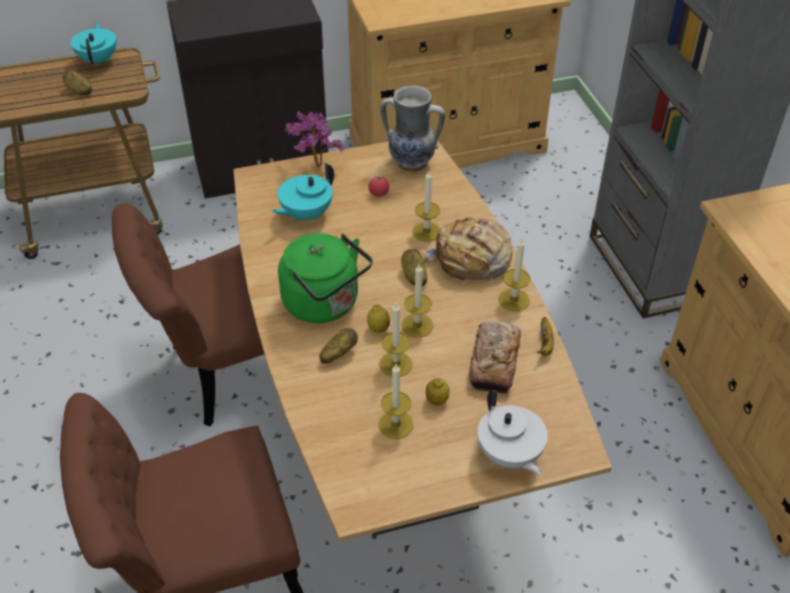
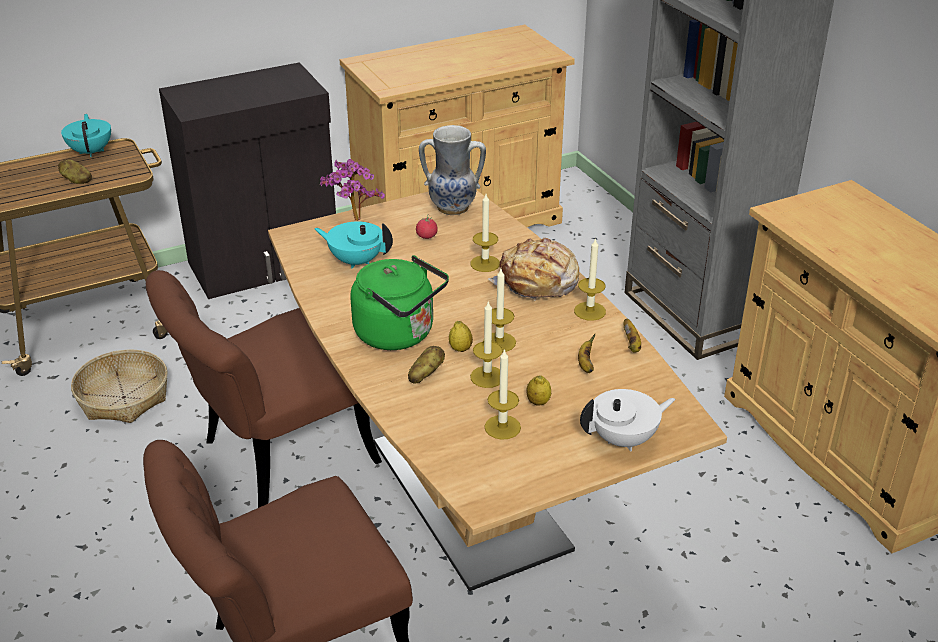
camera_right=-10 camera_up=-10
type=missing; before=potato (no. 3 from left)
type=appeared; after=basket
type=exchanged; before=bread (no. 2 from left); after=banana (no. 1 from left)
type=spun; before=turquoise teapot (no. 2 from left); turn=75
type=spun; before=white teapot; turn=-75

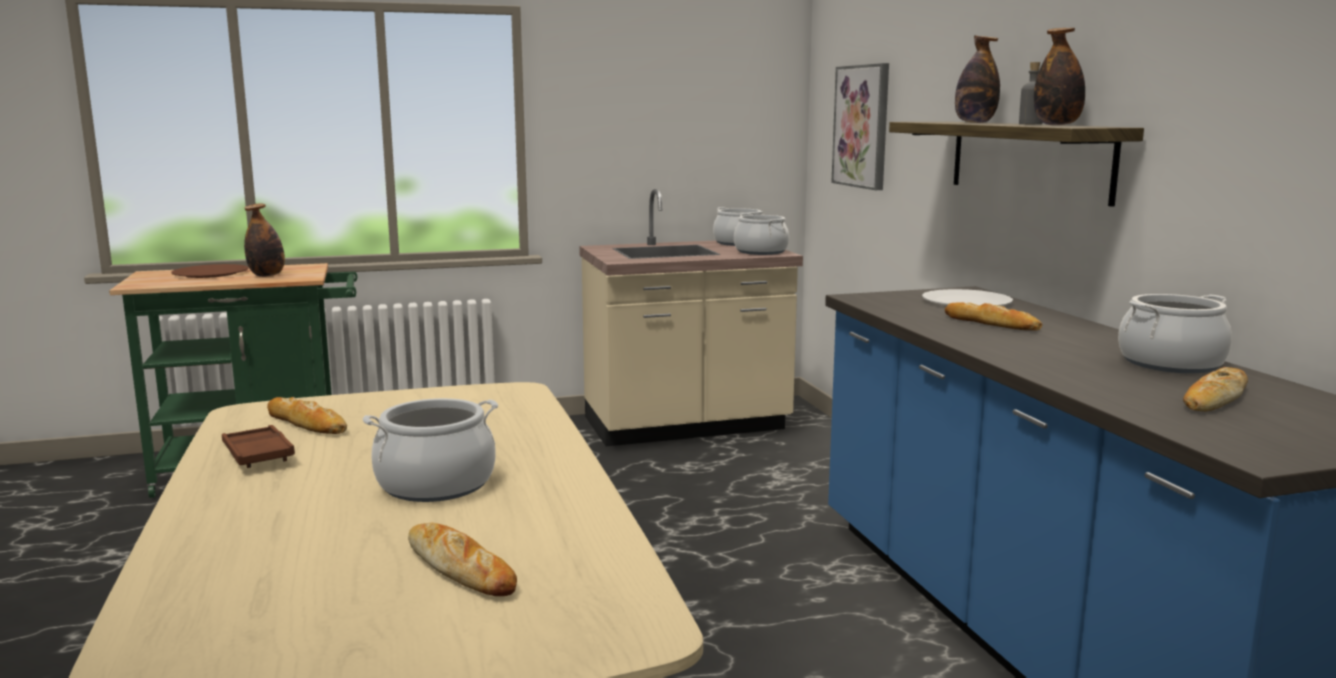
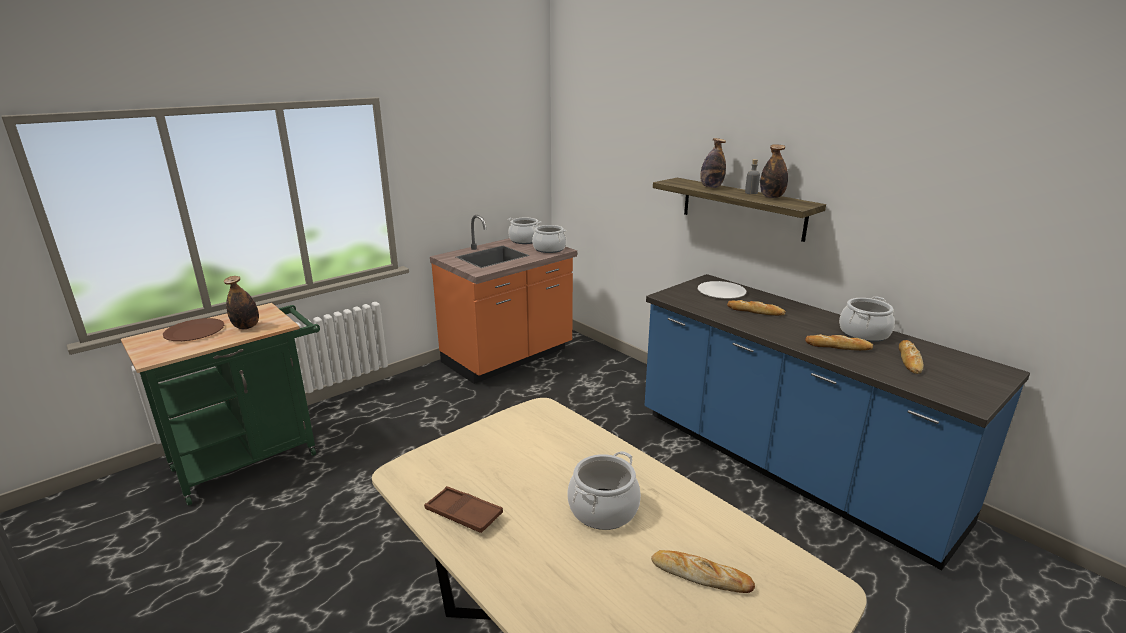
camera_right=-25 camera_up=10
type=missing; before=picture
type=relocated; before=bread (no. 1 from left in the first image); after=bread (no. 3 from left)
type=colour; before=beige counter; after=orange counter

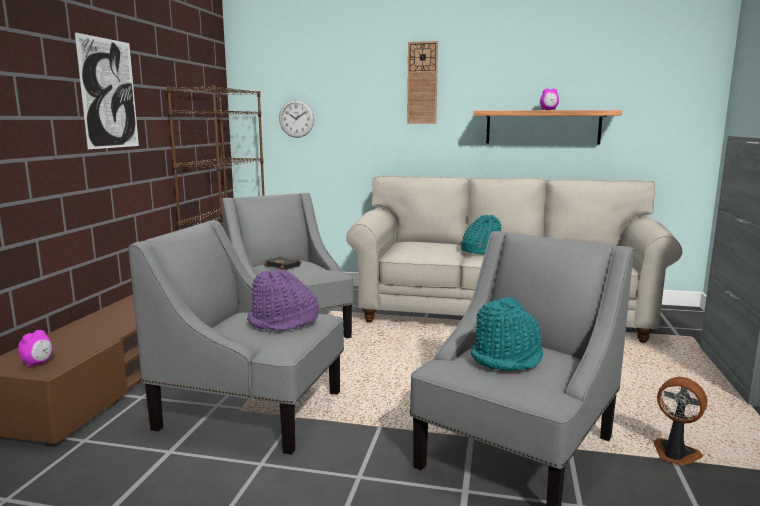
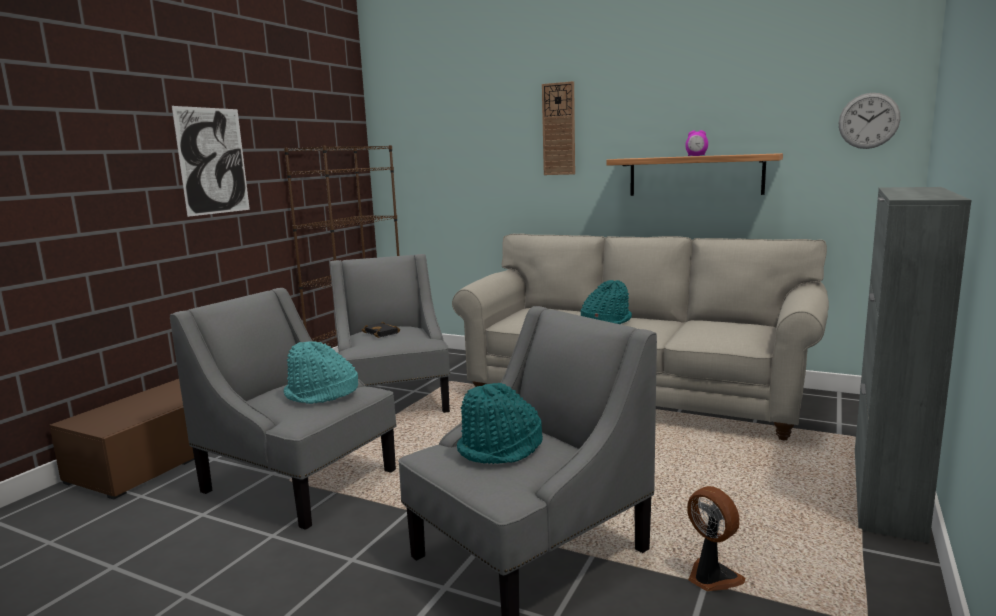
camera_right=15 camera_up=0
type=missing; before=alarm clock (no. 1 from left)
type=relocated; before=wall clock (no. 1 from left in the first image); after=wall clock (no. 2 from left)
type=colour; before=purple hat; after=turquoise hat (no. 1 from left)

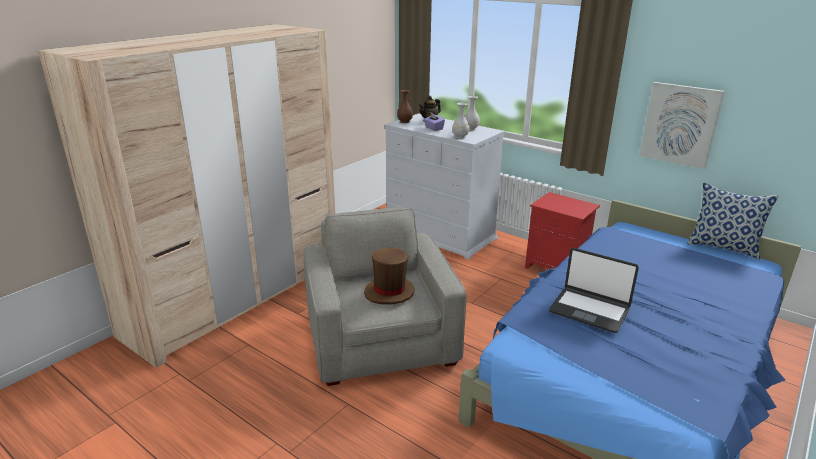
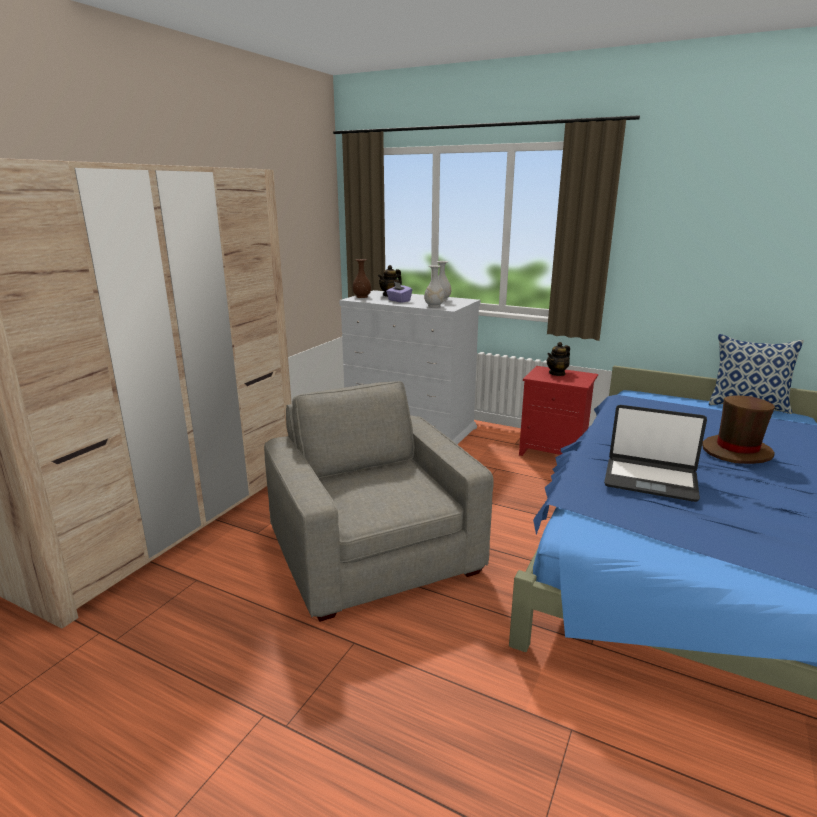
camera_right=-10 camera_up=-5
type=missing; before=picture
type=appeared; after=teapot (no. 2 from left)
type=relocated; before=brown hat

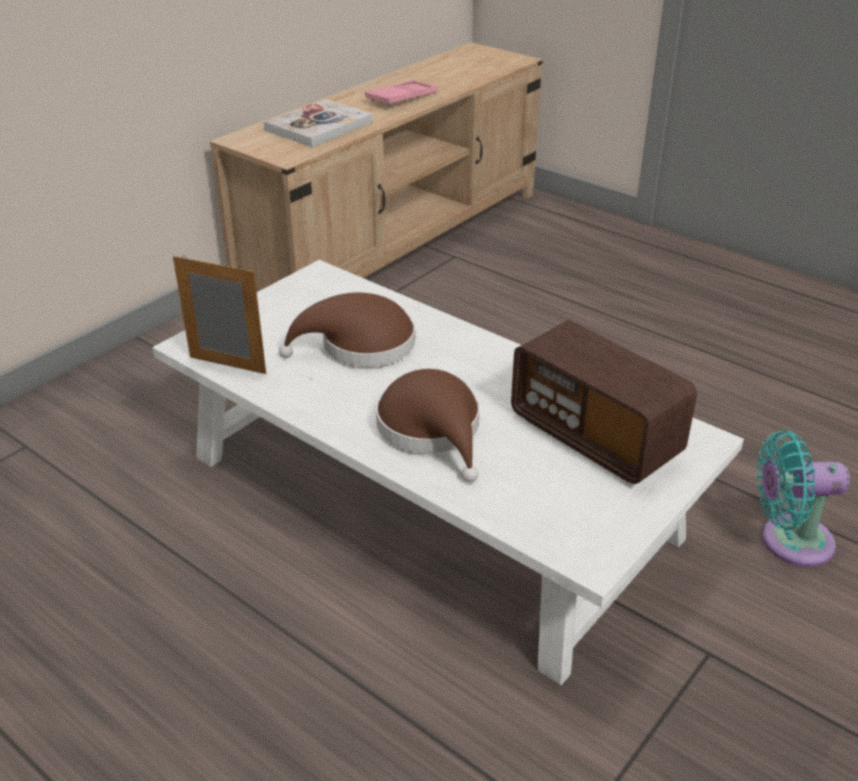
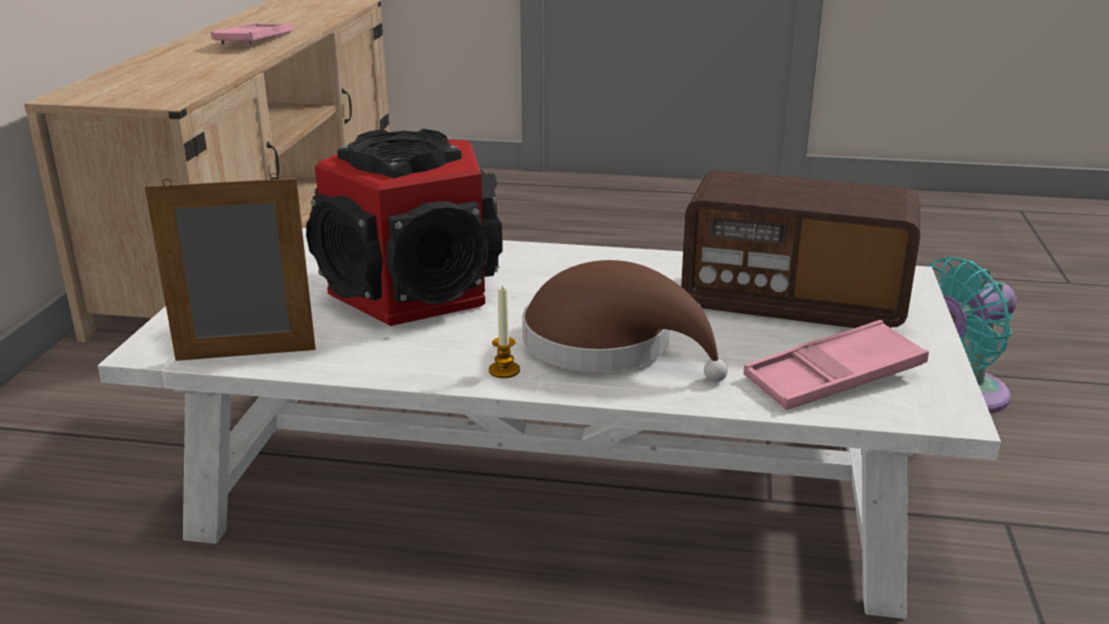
camera_right=-30 camera_up=-10
type=missing; before=book
type=appeared; after=candle
type=appeared; after=pink tray (no. 2 from left)
type=exchanged; before=brown hat (no. 1 from left); after=speaker

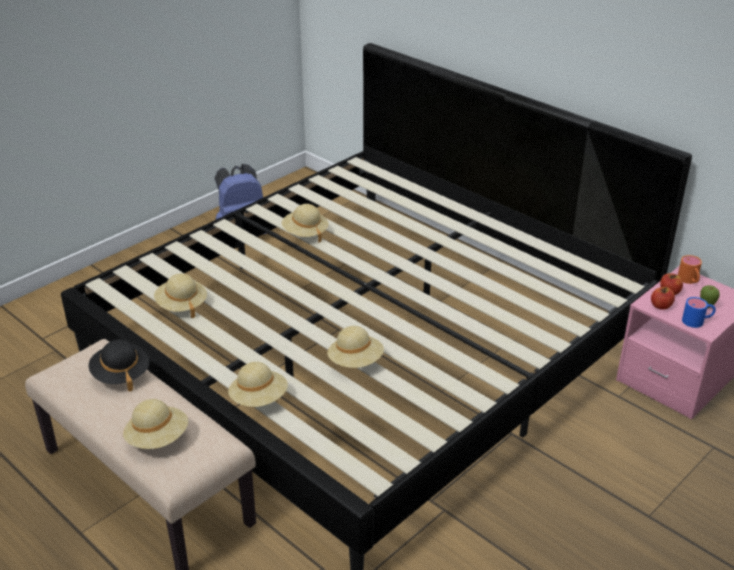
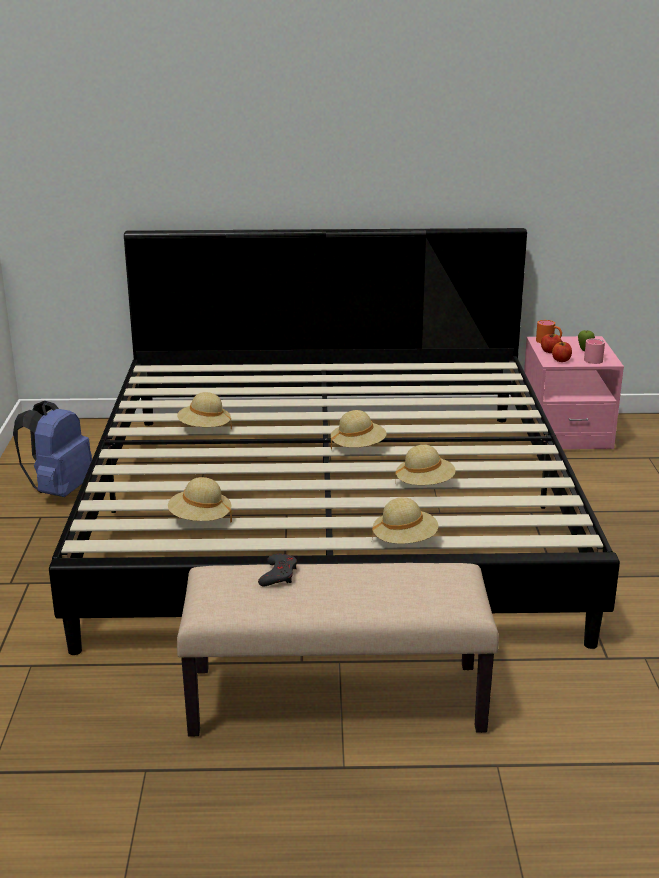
camera_right=-45 camera_up=-10
type=relocated; before=beige hat (no. 1 from left in the first image); after=beige hat (no. 3 from left)
type=exchanged; before=black hat; after=grey game controller
type=colour; before=blue mug; after=pink mug

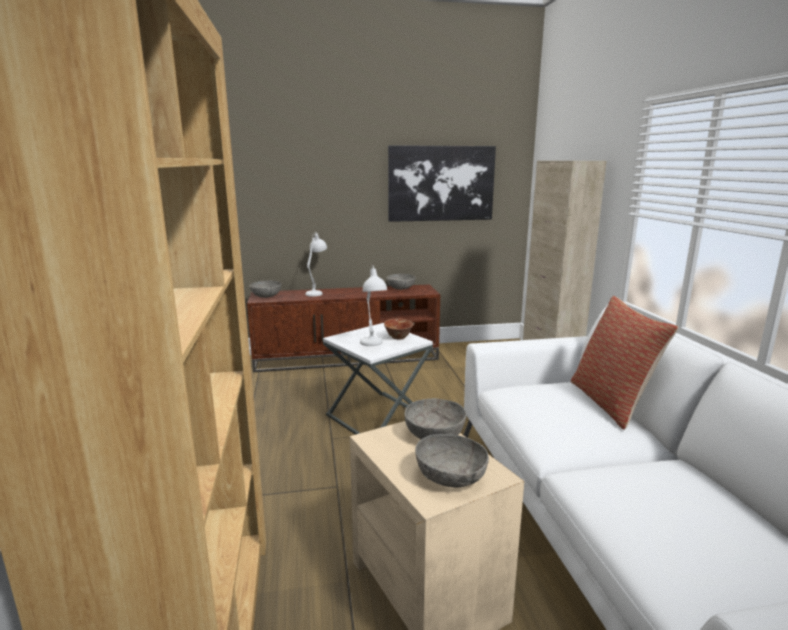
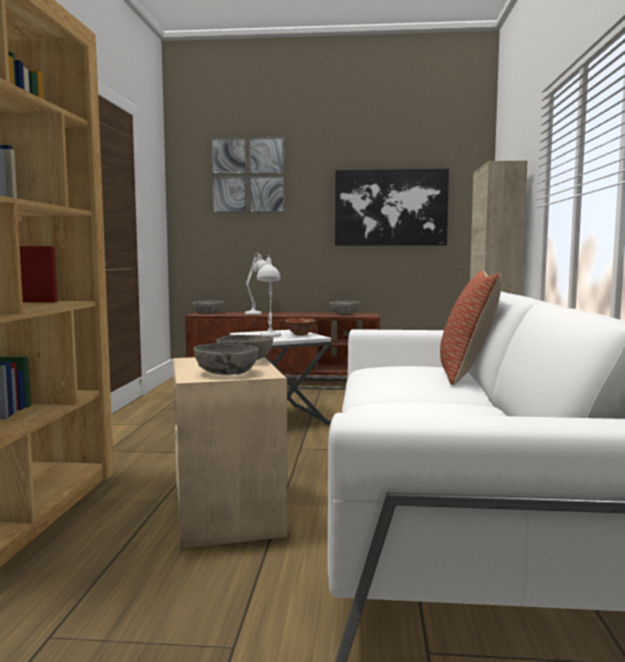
camera_right=15 camera_up=-10
type=appeared; after=picture (no. 1 from left)

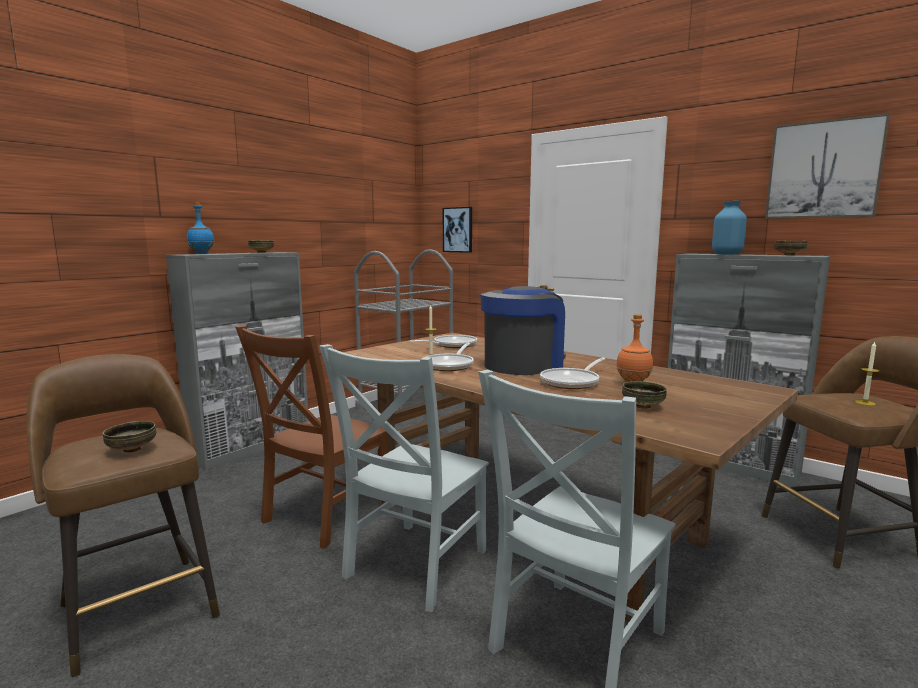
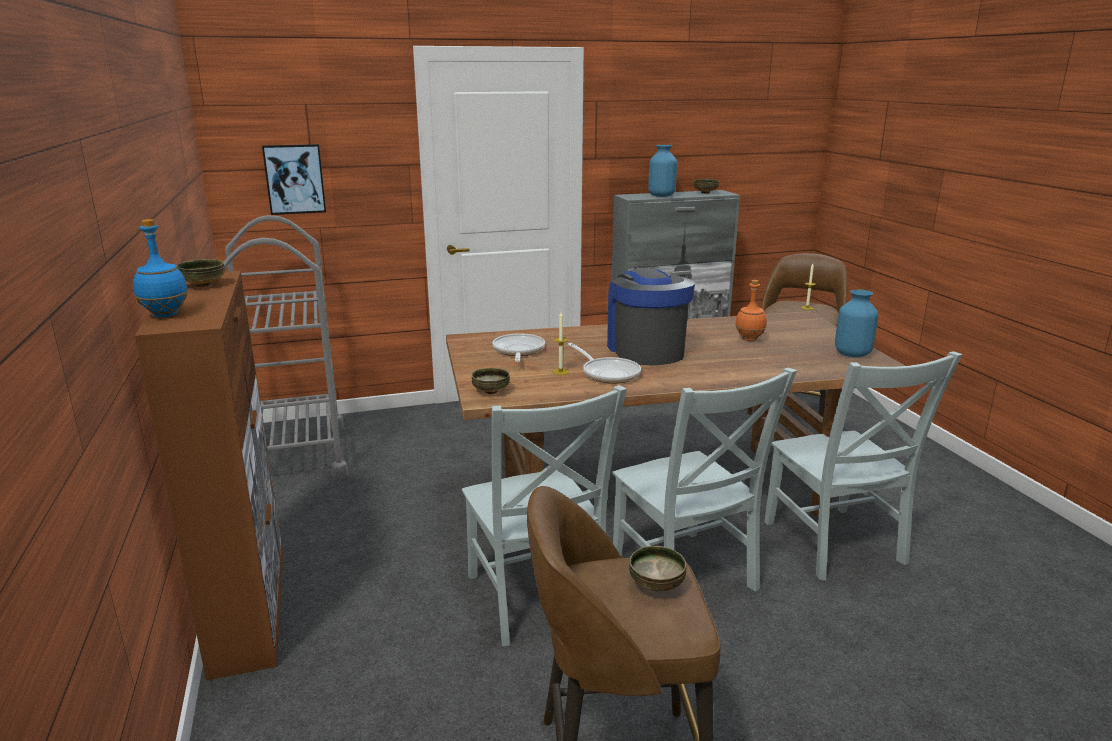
camera_right=-55 camera_up=10
type=missing; before=frying pan (no. 3 from left)
type=missing; before=picture (no. 2 from left)
type=appeared; after=blue vase (no. 2 from left)
type=relocated; before=bowl (no. 3 from left in the first image); after=bowl (no. 2 from left)
type=colour; before=grey cabinet (no. 1 from left); after=brown cabinet
type=colour; before=brown chair; after=grey chair (no. 1 from left)

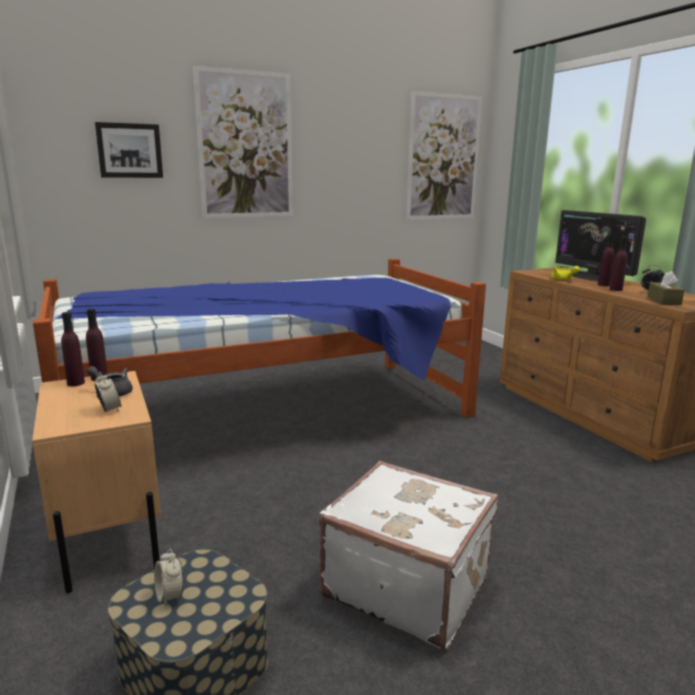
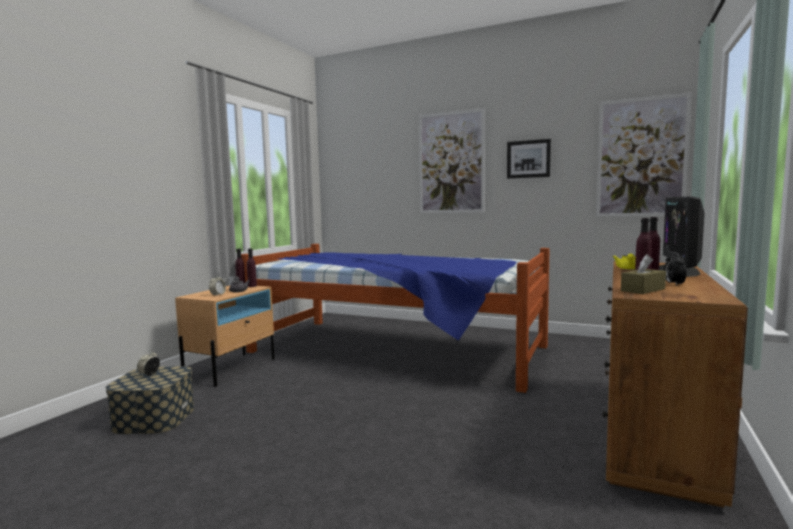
camera_right=50 camera_up=-10
type=missing; before=white suitcase
type=relocated; before=picture (no. 1 from left in the first image); after=picture (no. 2 from left)

